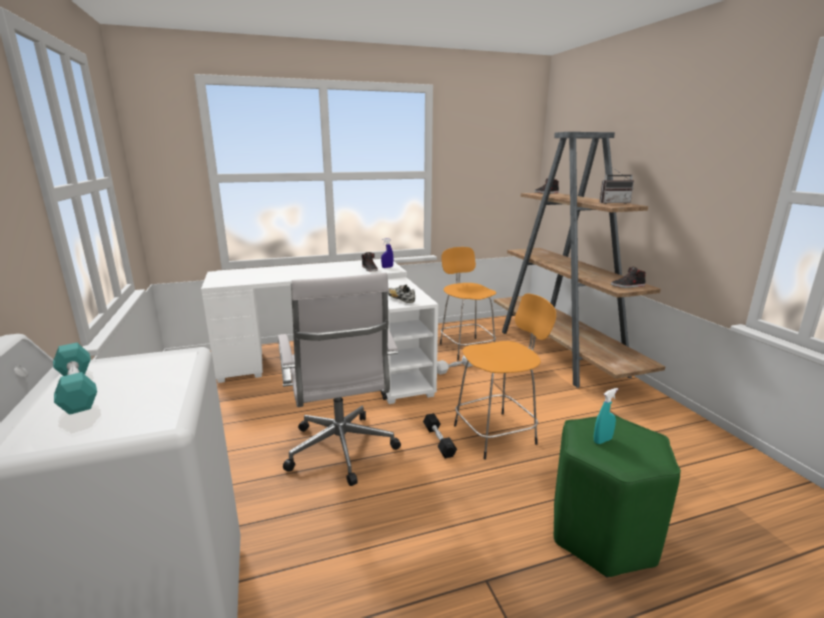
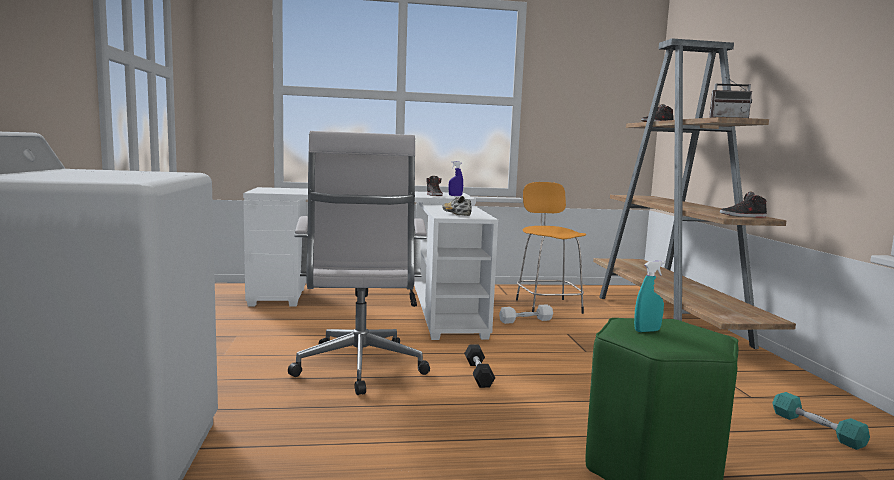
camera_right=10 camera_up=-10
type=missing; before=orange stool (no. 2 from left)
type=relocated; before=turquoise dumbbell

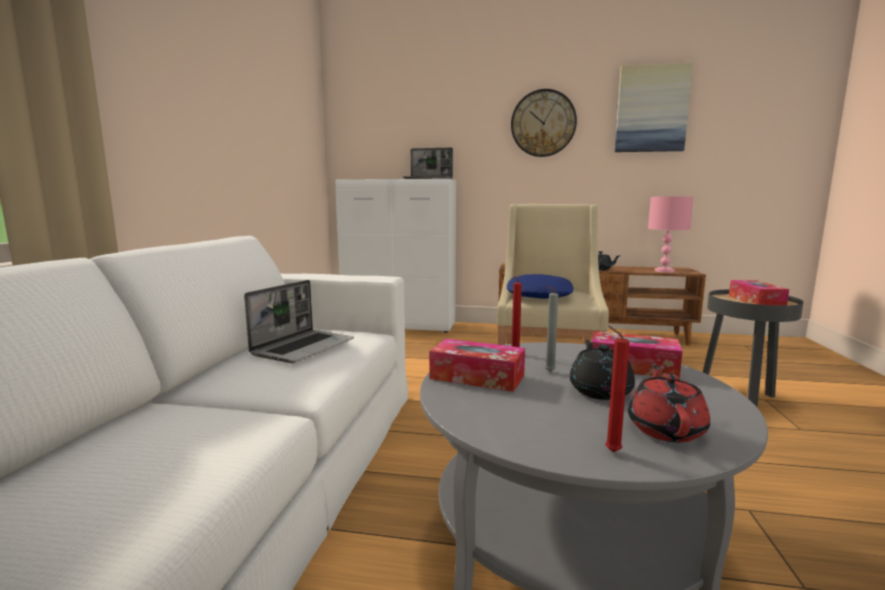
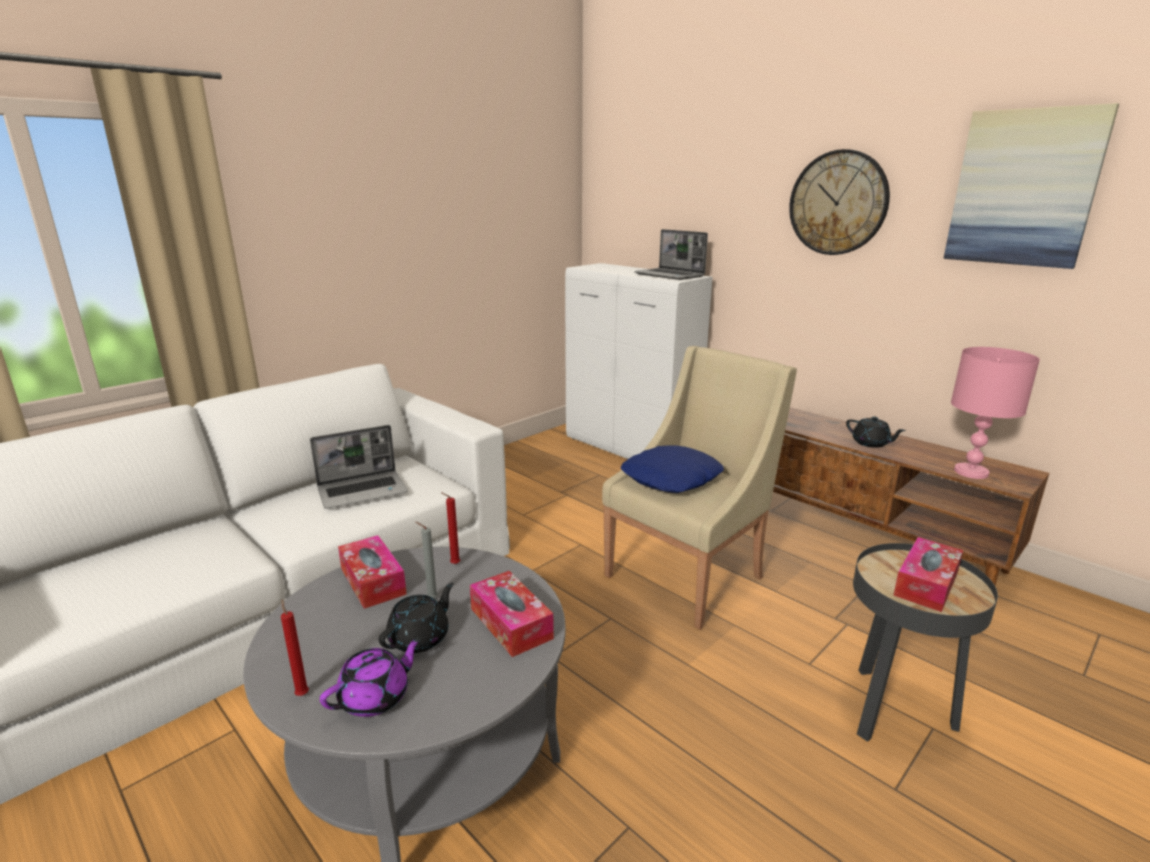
camera_right=35 camera_up=10
type=colour; before=red teapot; after=purple teapot

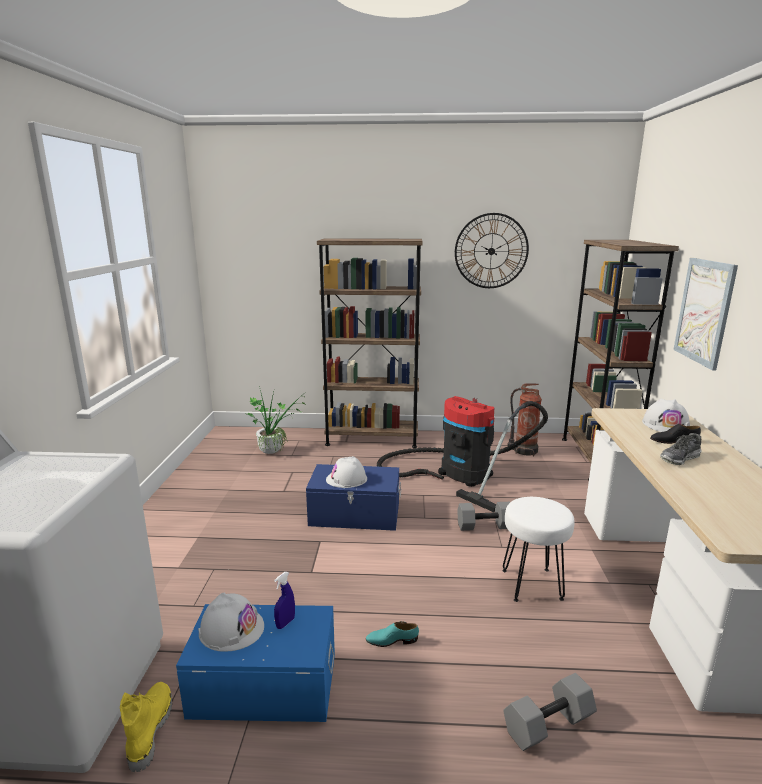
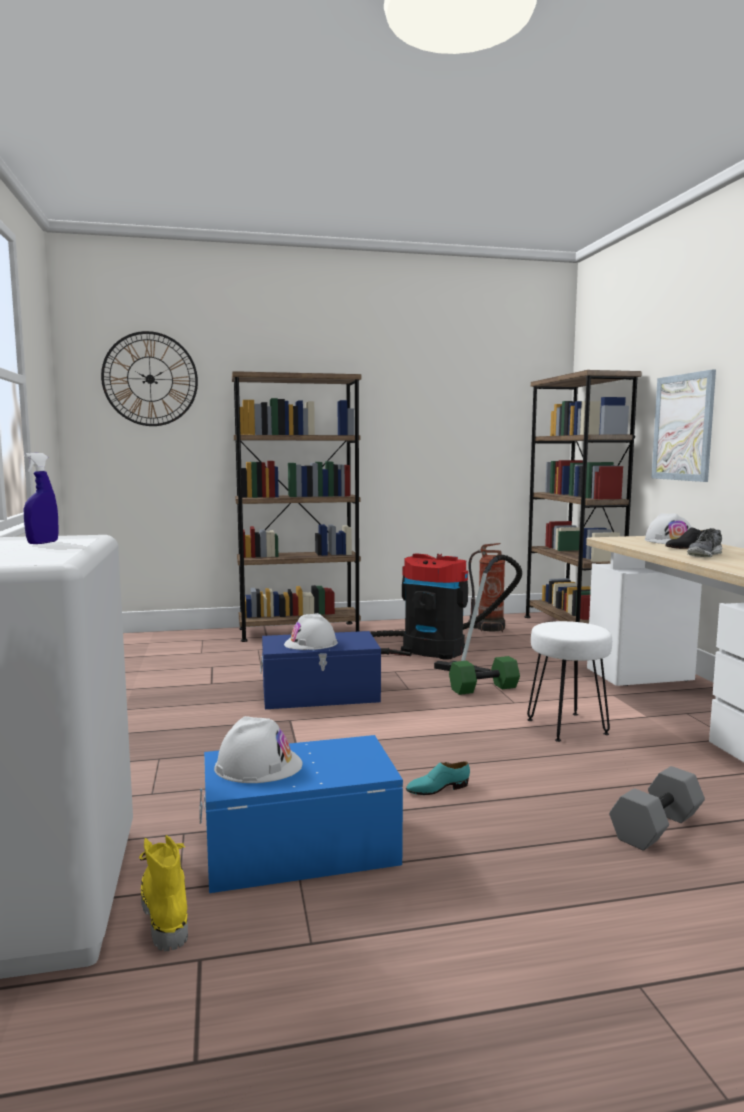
camera_right=-15 camera_up=-10
type=missing; before=potted plant
type=relocated; before=blue spray bottle
type=relocated; before=wall clock
type=colour; before=grey dumbbell (no. 1 from left); after=green dumbbell

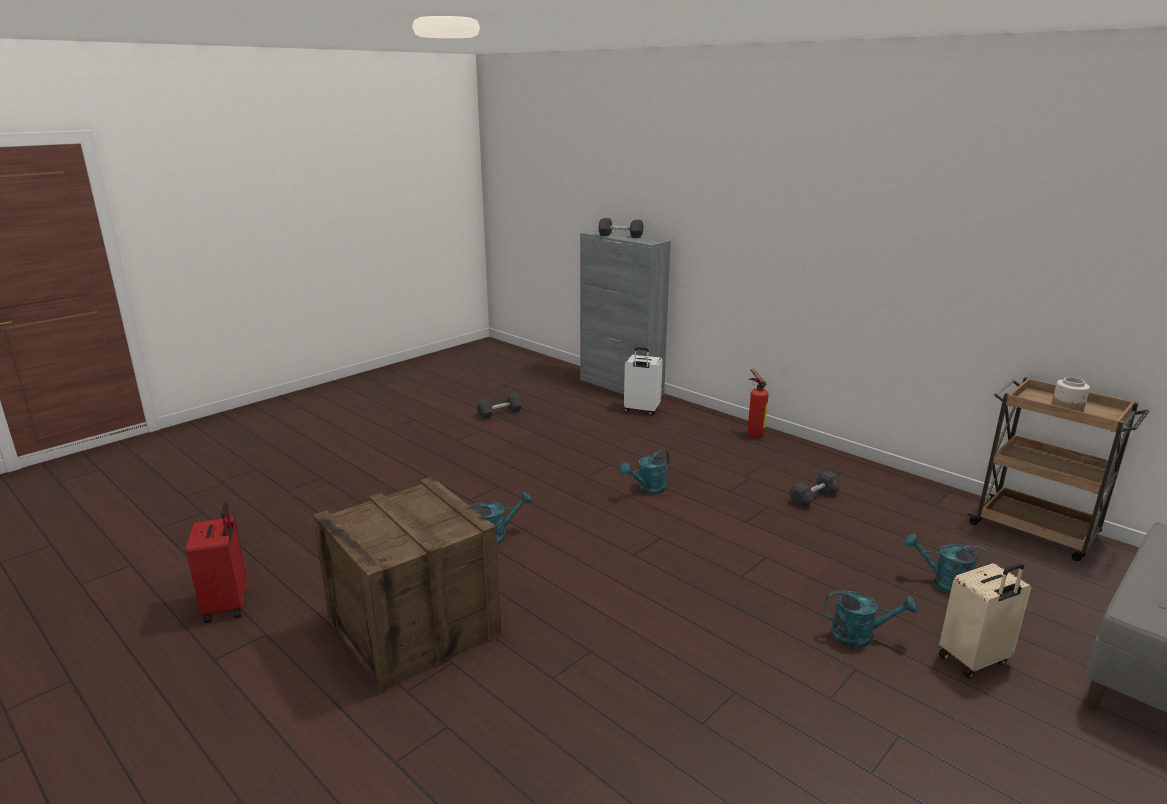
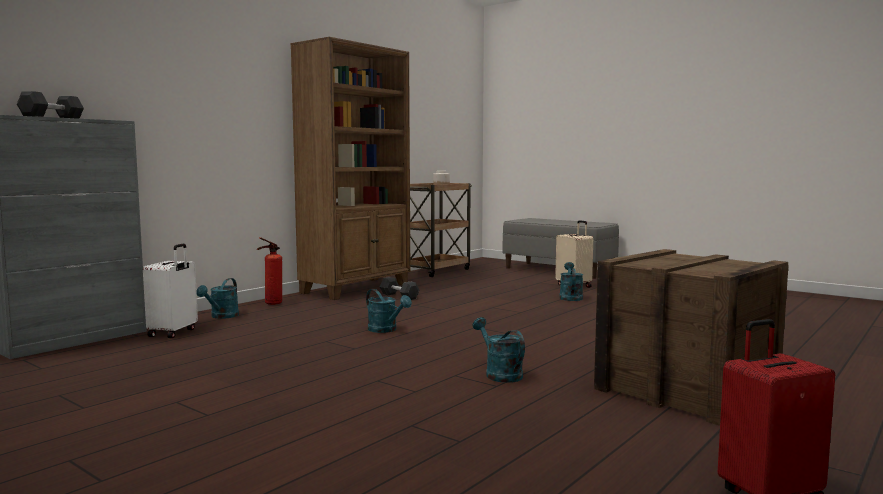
camera_right=-95 camera_up=-15
type=missing; before=grey dumbbell (no. 1 from left)
type=appeared; after=brown bookcase
type=relocated; before=turquoise watering can (no. 4 from left in the first image); after=turquoise watering can (no. 1 from left)

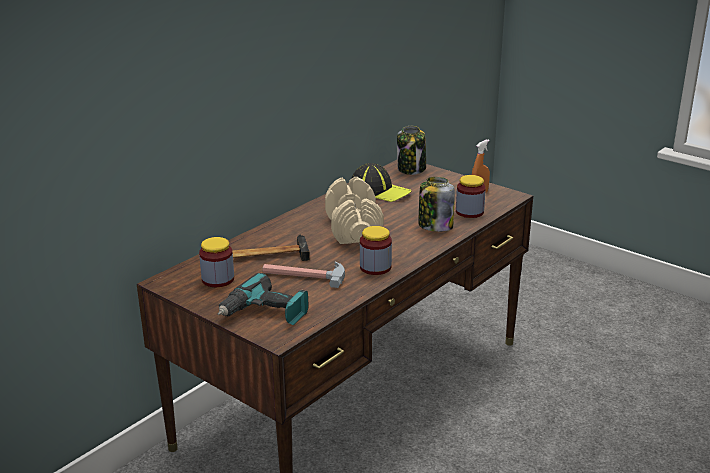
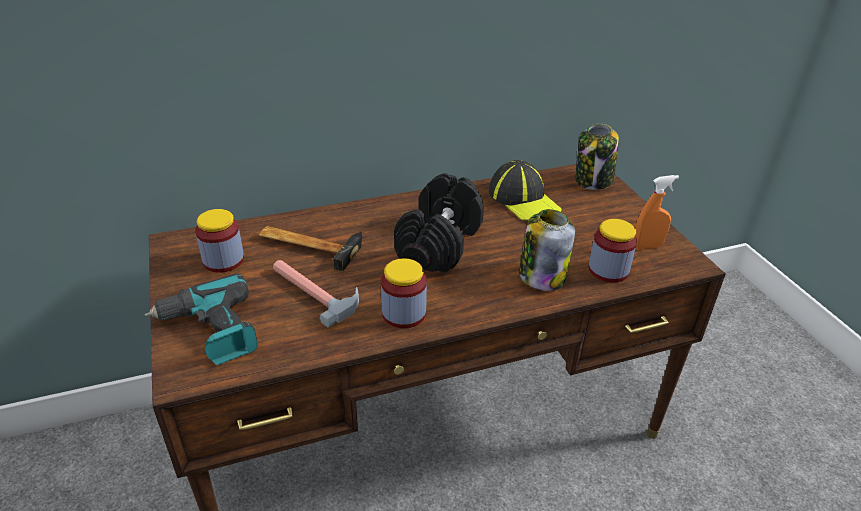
camera_right=30 camera_up=10
type=colour; before=beige dumbbell; after=black dumbbell

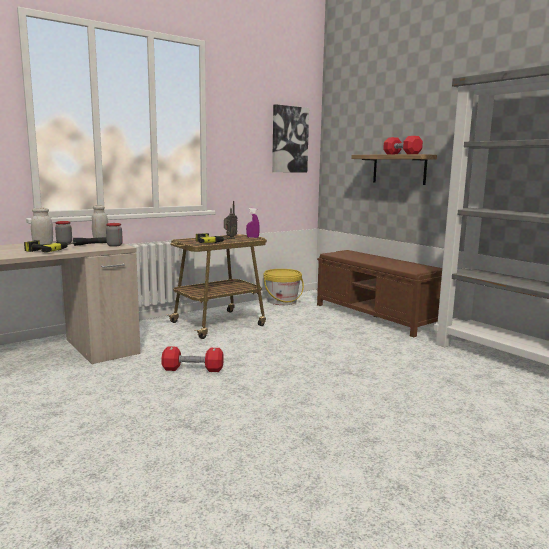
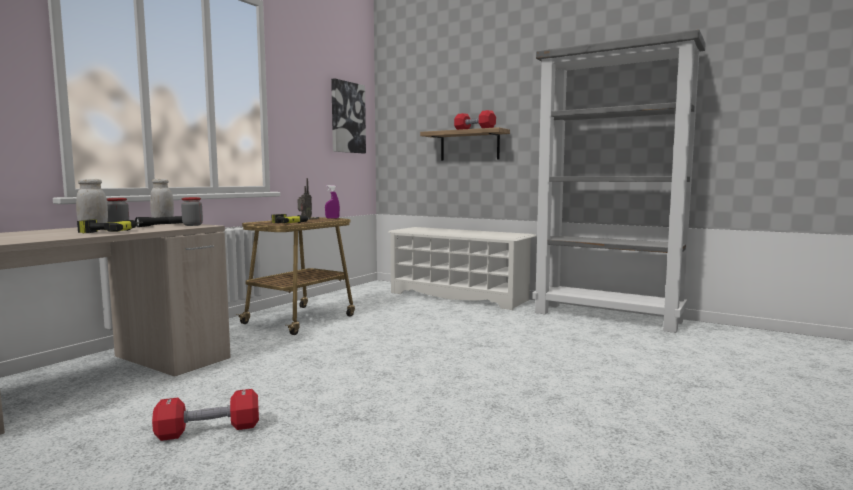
camera_right=-20 camera_up=-5
type=missing; before=yellow bucket
type=relocated; before=red dumbbell (no. 1 from left)
type=exchanged; before=brown bench; after=white shoe rack

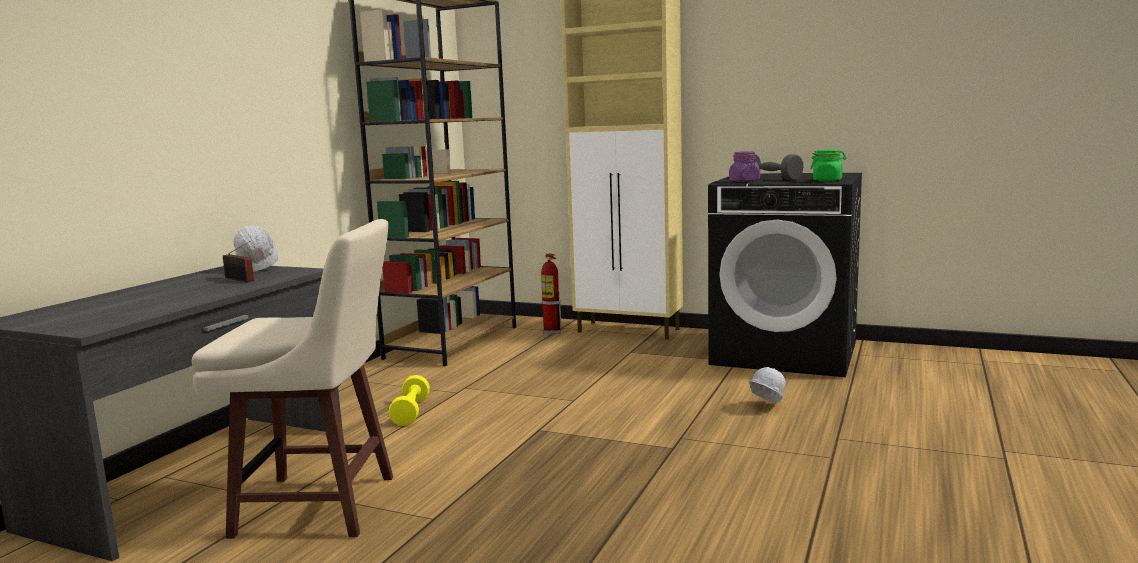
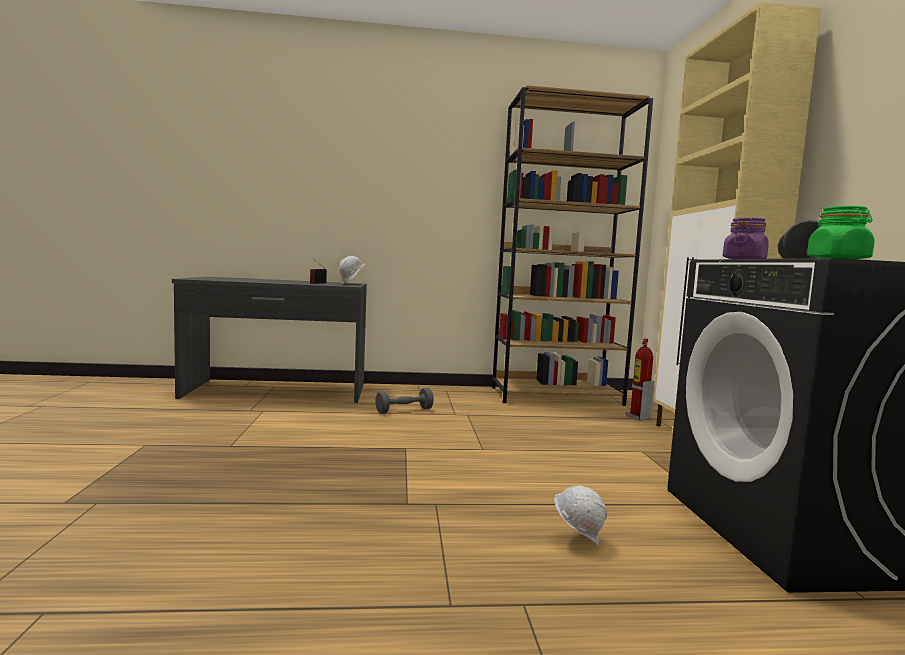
camera_right=60 camera_up=-5
type=missing; before=beige stool
type=colour; before=yellow dumbbell; after=grey dumbbell (no. 1 from left)

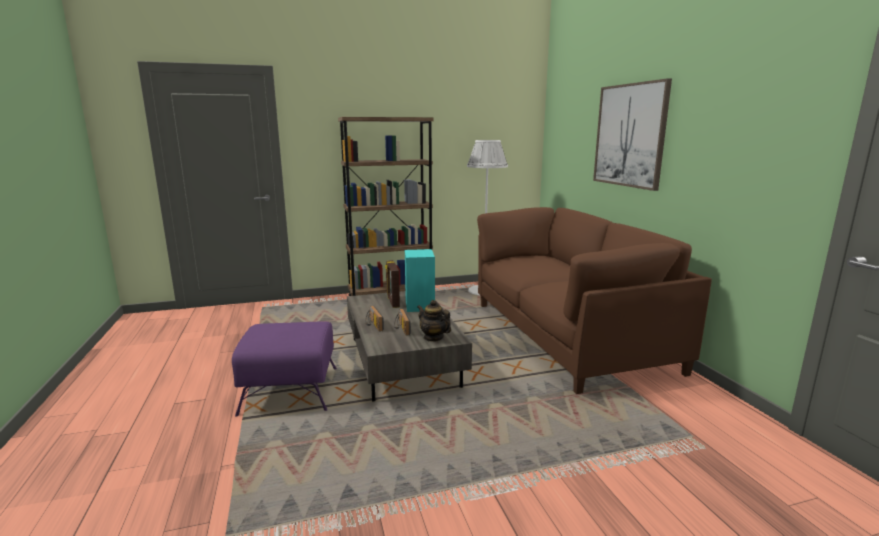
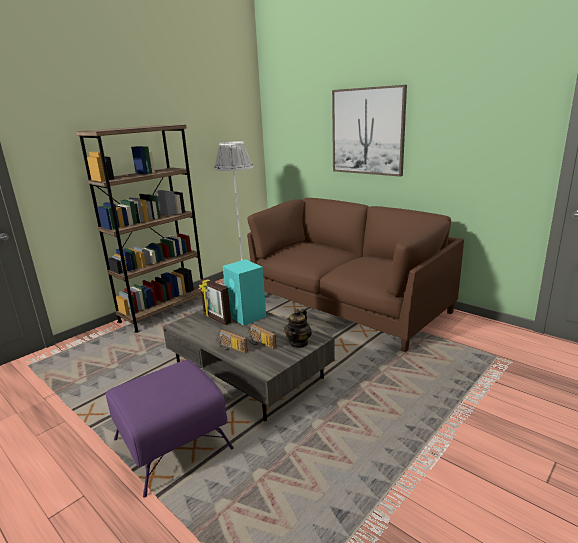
camera_right=-30 camera_up=5
type=spun; before=teapot; turn=-75

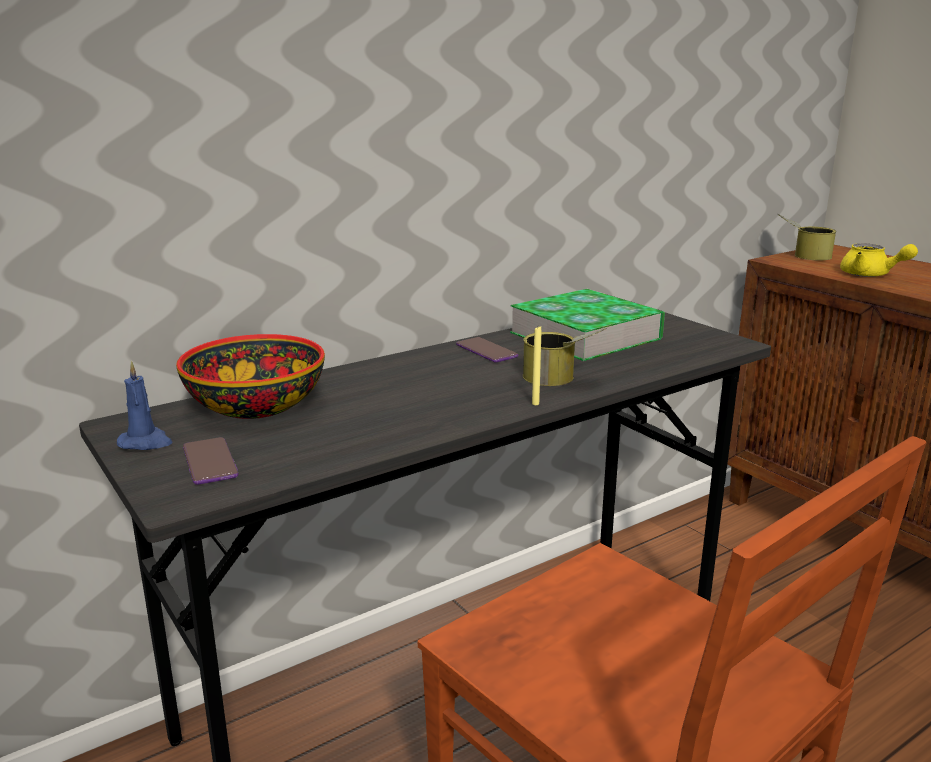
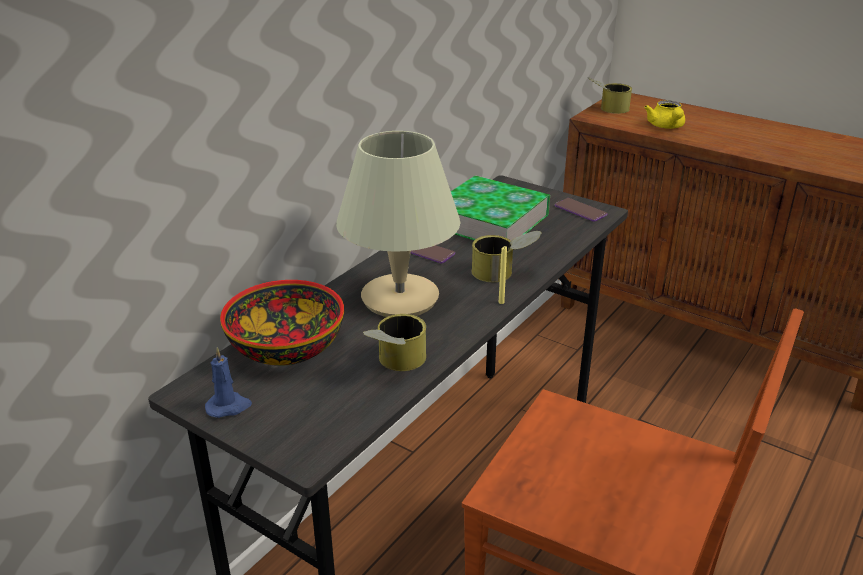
camera_right=-20 camera_up=10
type=appeared; after=beige table lamp
type=appeared; after=can (no. 1 from left)
type=relocated; before=phone (no. 1 from left in the first image); after=phone (no. 2 from left)
type=spun; before=yellow teapot; turn=60

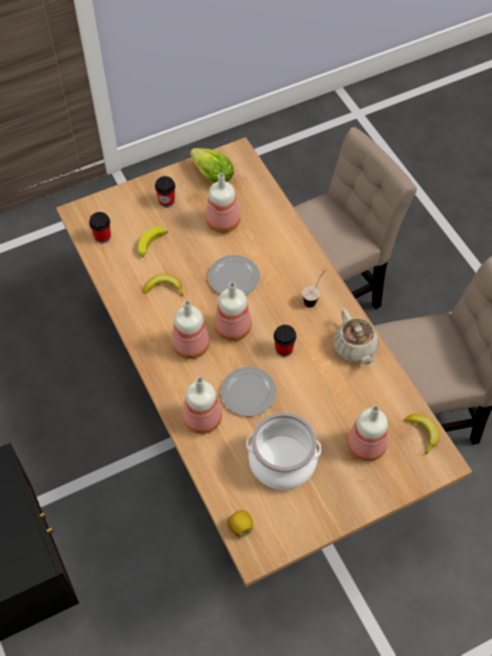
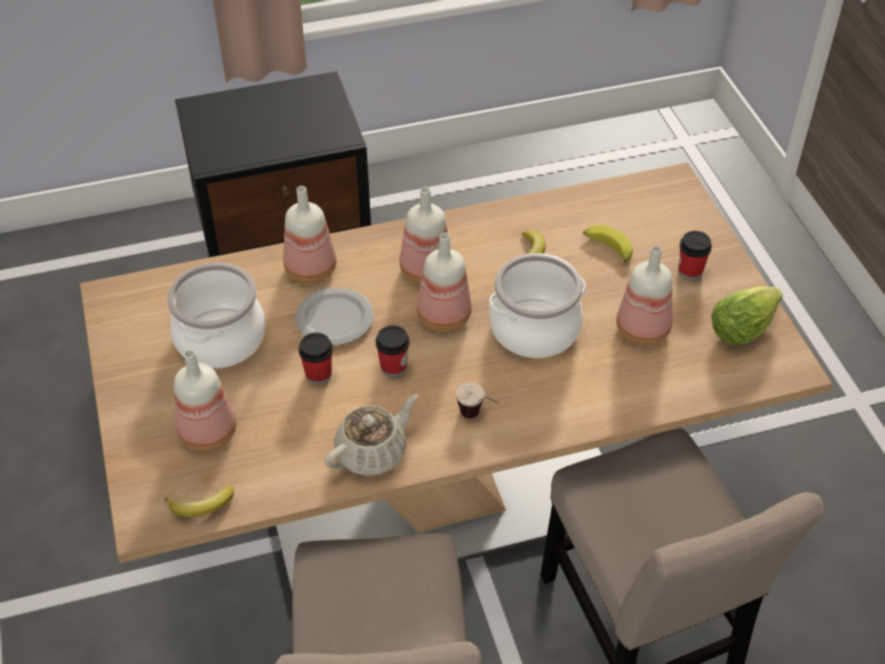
camera_right=100 camera_up=-10
type=missing; before=lemon
type=relocated; before=cup (no. 1 from left)
type=exchanged; before=plate (no. 1 from left); after=cooking pot (no. 2 from left)
type=spun; before=beige teapot; turn=150

